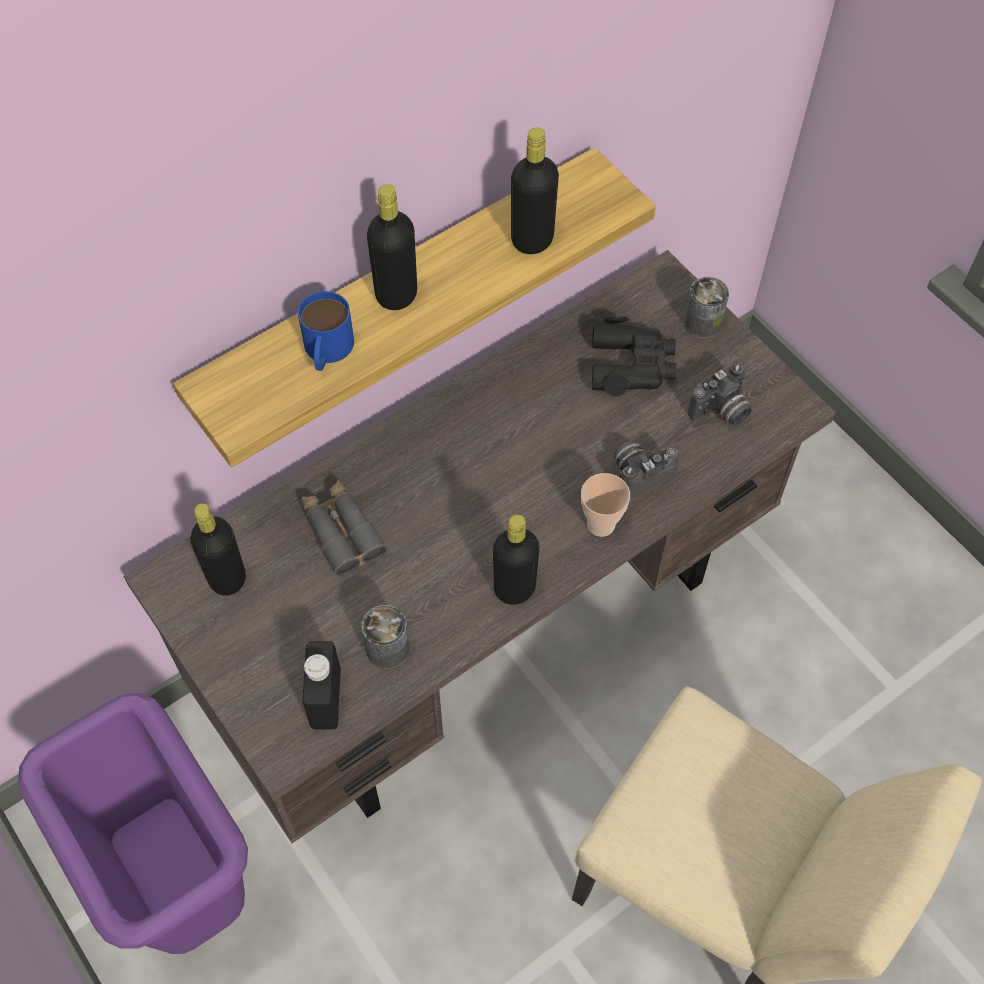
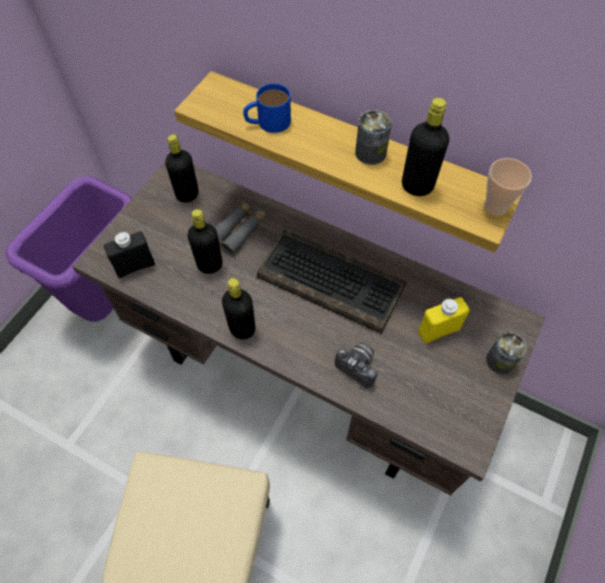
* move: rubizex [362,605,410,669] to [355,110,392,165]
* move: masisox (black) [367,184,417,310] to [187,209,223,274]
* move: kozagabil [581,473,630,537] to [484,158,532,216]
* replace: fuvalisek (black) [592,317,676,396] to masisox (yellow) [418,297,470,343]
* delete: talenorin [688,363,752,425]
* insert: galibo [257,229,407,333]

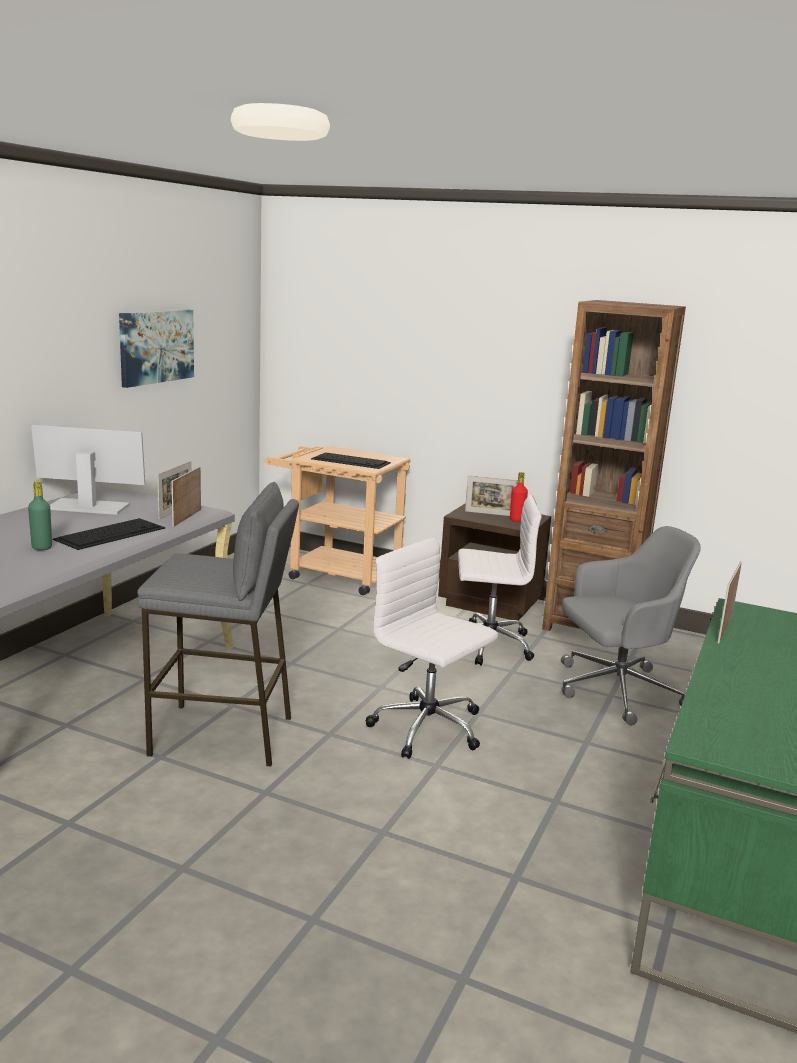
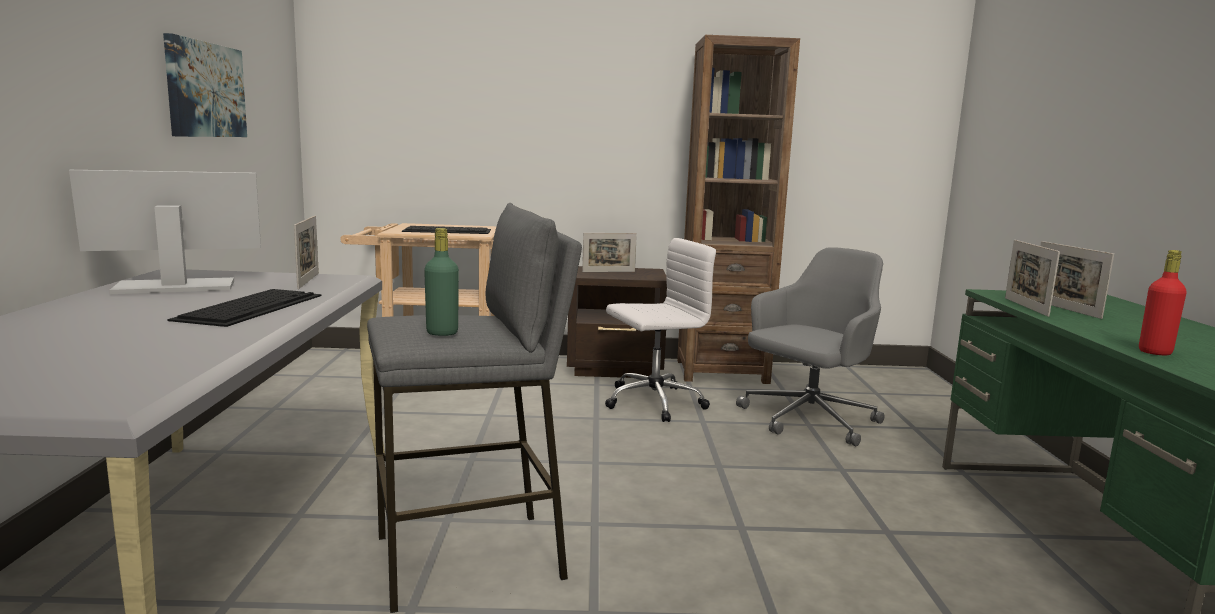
* move: masisox (green) [28,481,52,550] to [424,228,459,336]
* move: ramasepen [171,466,201,527] to [1040,241,1114,319]
* delete: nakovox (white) [365,538,498,759]
* move: masisox (red) [510,472,528,522] to [1139,250,1187,355]

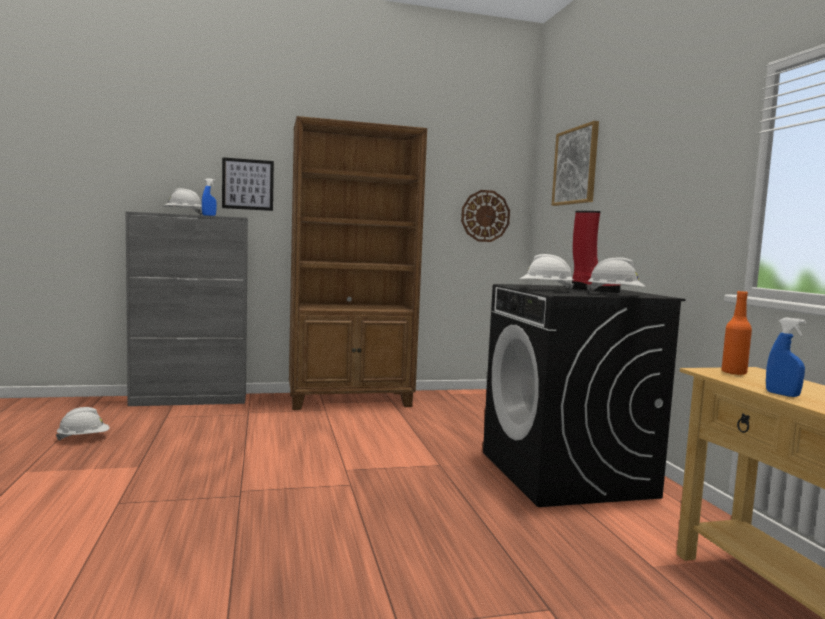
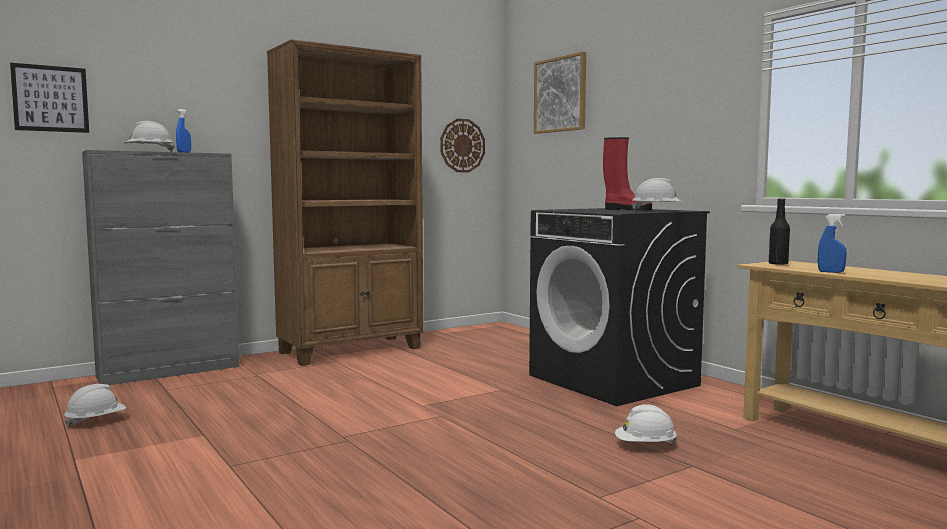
* move: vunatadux [222,157,274,211] to [10,63,89,133]
* move: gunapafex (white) [520,254,574,291] to [615,404,677,445]
* recolor: masisox (orange) [721,291,752,375] to masisox (black) [769,198,790,265]

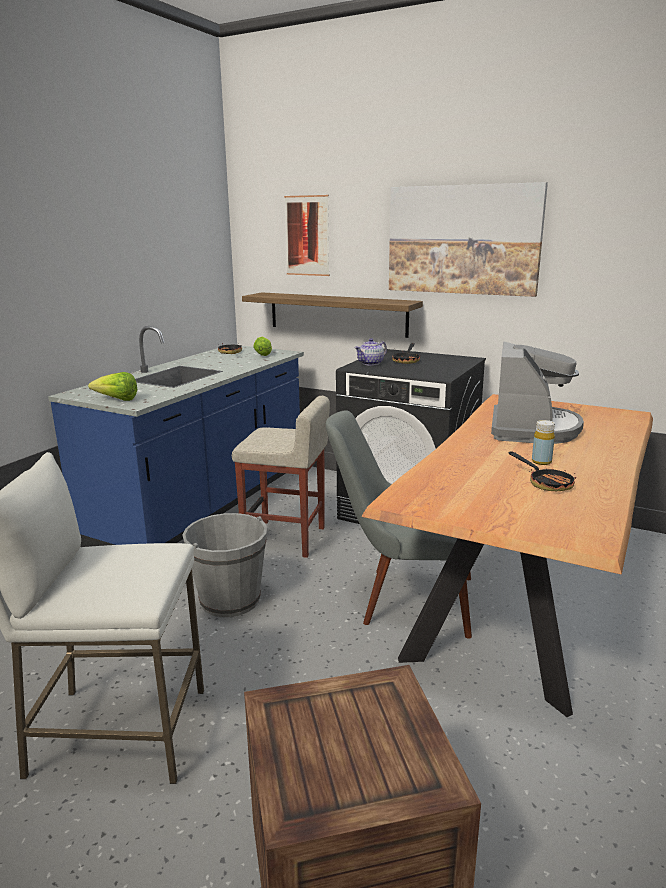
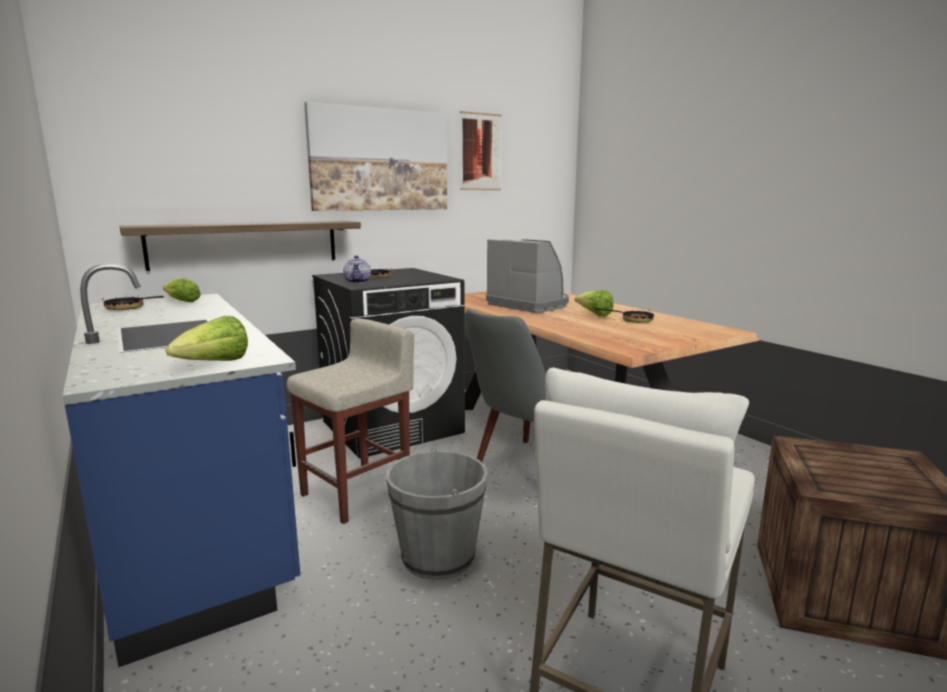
* move: vunatadux [284,195,330,276] to [460,111,502,190]
* replace: masisox (yellow) [532,420,555,465] to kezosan [574,290,613,316]

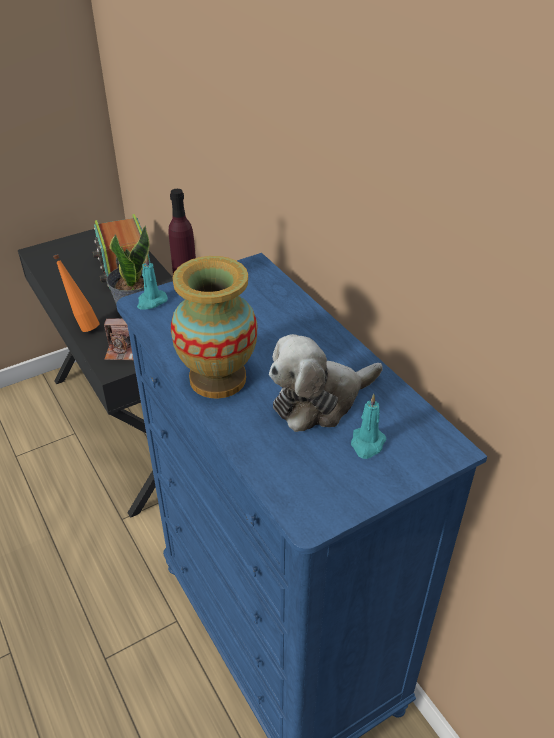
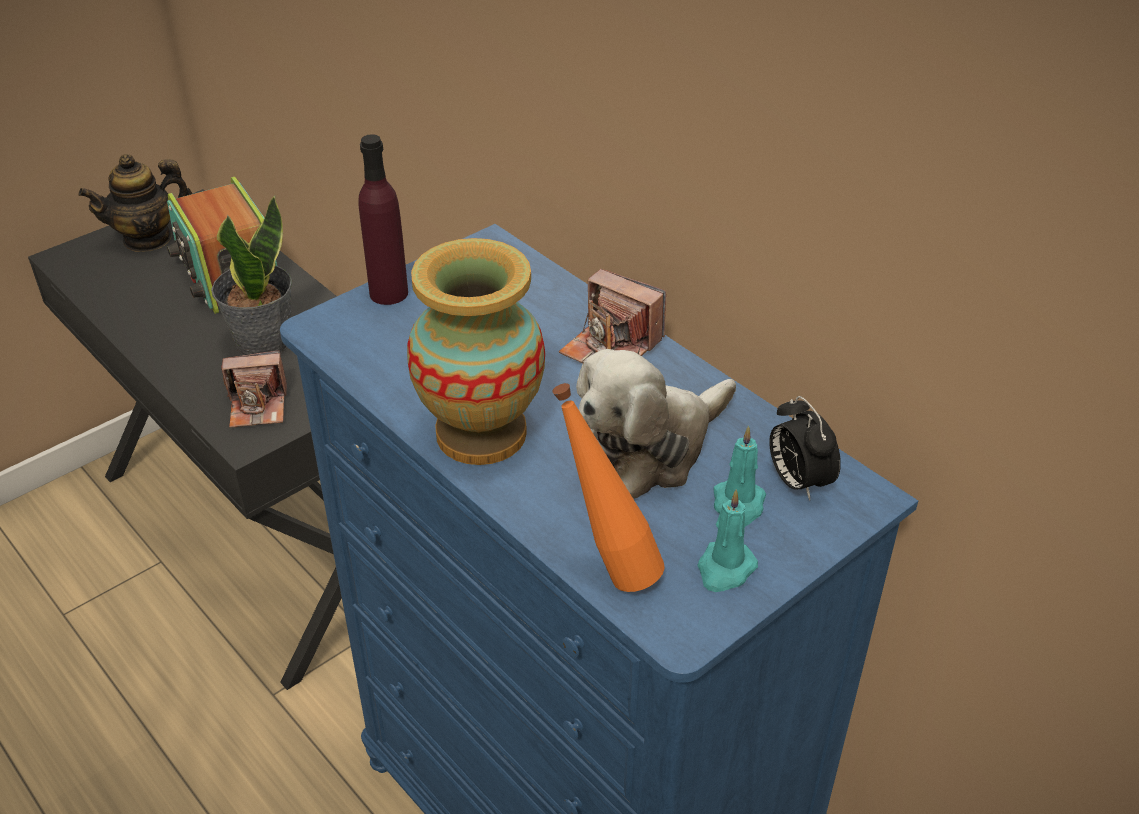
* move: masisox (orange) [53,254,100,332] to [552,383,665,592]
* move: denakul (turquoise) [137,255,168,310] to [697,489,758,592]
* insert: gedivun [79,154,192,252]
* insert: talenorin [559,269,666,364]
* insert: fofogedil [769,396,841,501]

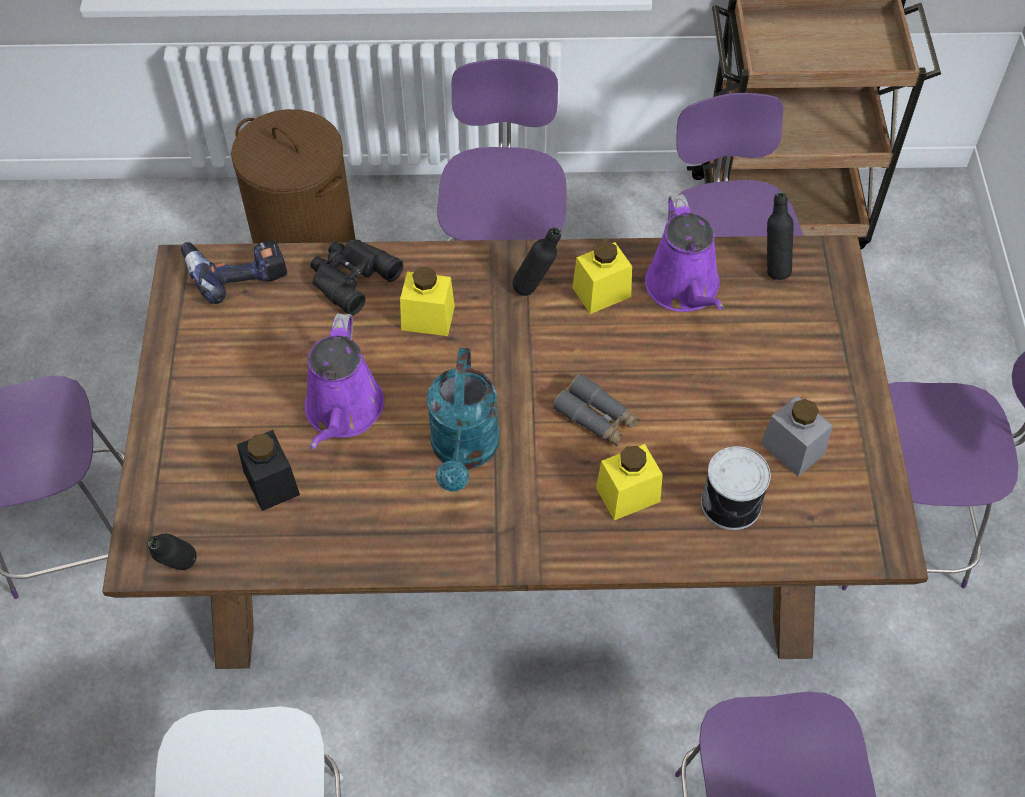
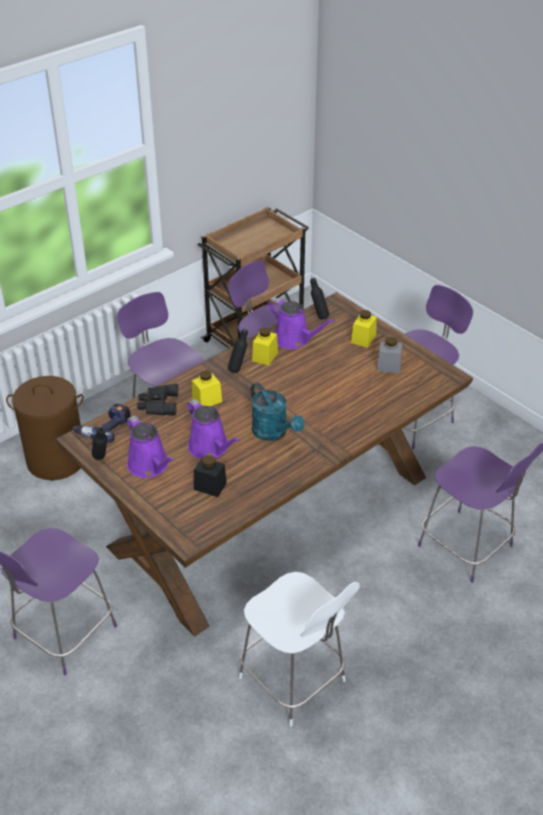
* move: masisox (black) [148,534,197,570] to [92,427,107,460]
* delete: fuvalisek (grey) [553,374,641,447]
* move: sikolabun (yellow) [596,444,663,520] to [351,310,377,348]
* delete: rubizex [701,446,771,530]
* insert: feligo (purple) [127,416,174,478]

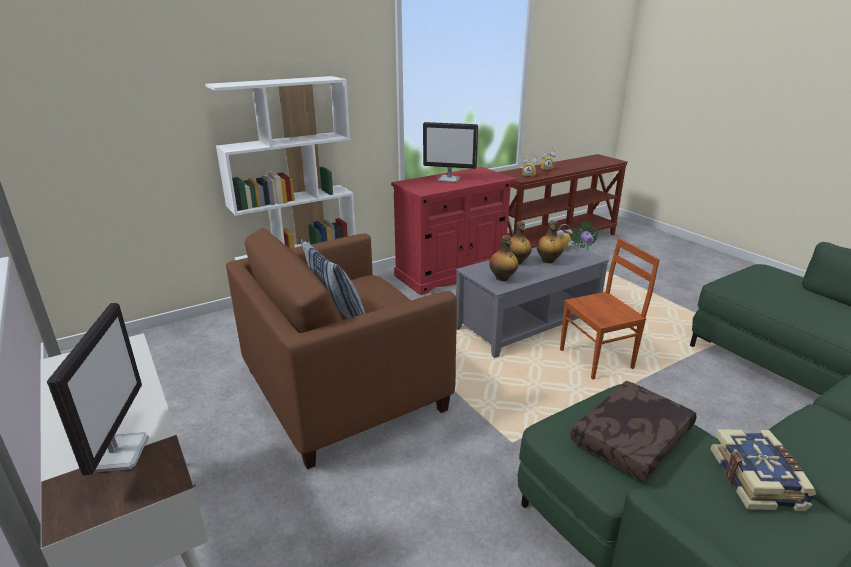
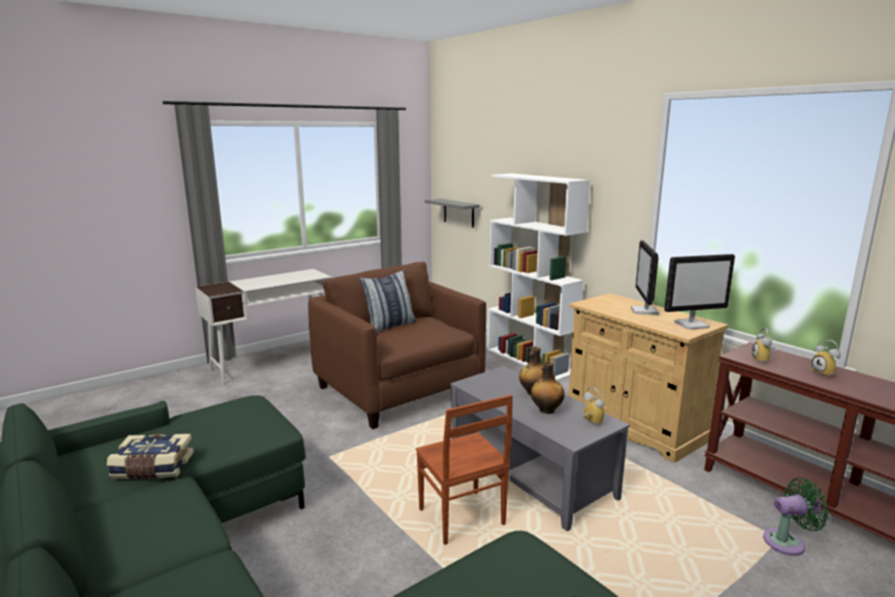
* move: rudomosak [47,303,149,476] to [664,254,735,329]
* recolor: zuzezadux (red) [391,167,516,295] to zuzezadux (beige) [569,293,728,463]
* delete: masisox [489,235,518,281]
* delete: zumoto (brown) [570,381,697,482]
* insert: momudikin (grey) [425,199,480,228]

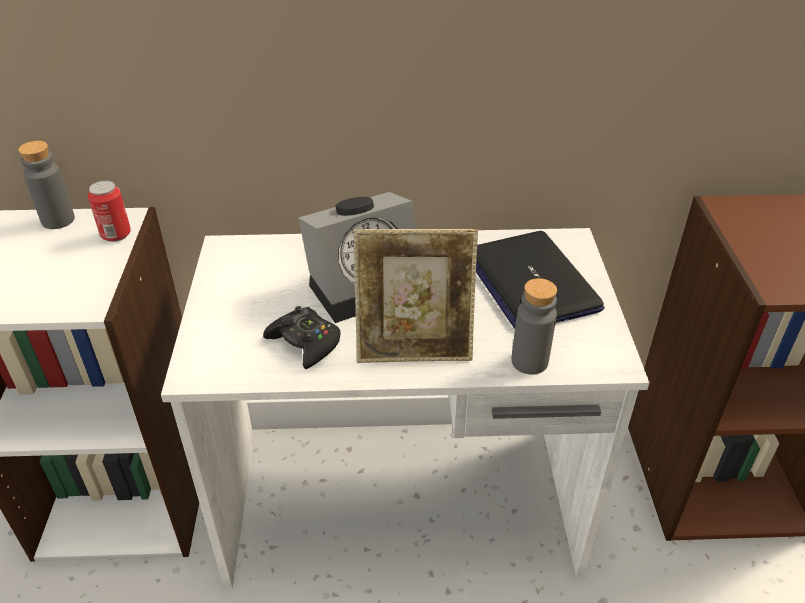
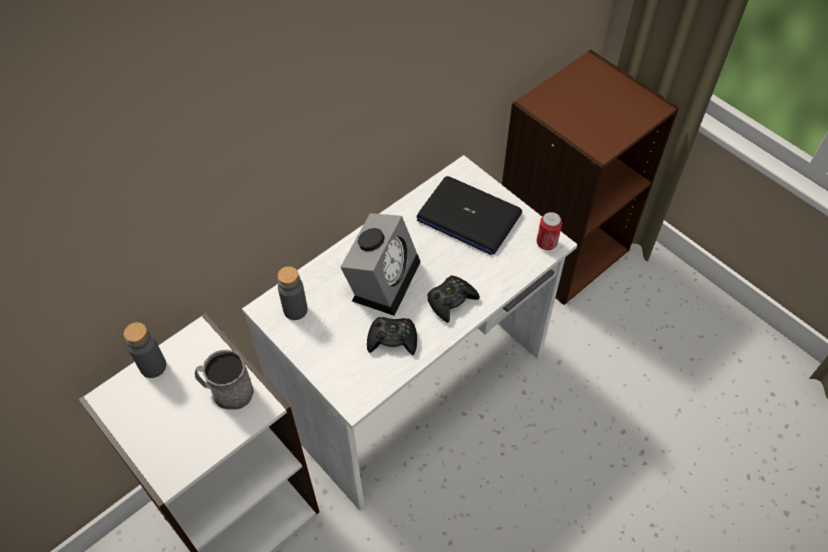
* move: rubizex [88,180,131,242] to [537,212,562,250]
* replace: ramasepen [354,229,478,363] to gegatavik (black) [427,276,480,323]
* move: masisox (grey) [511,278,557,375] to [278,266,308,320]
* insert: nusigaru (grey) [195,350,254,410]

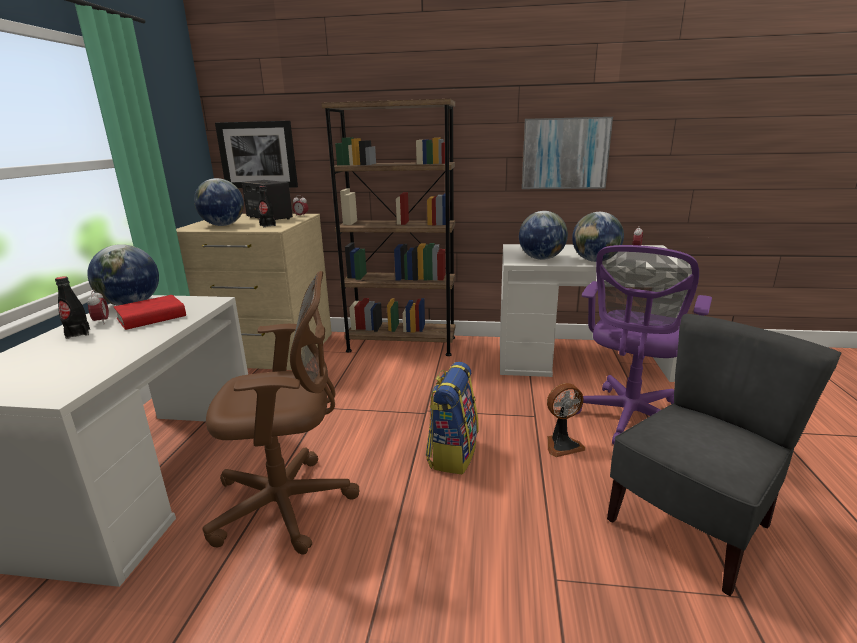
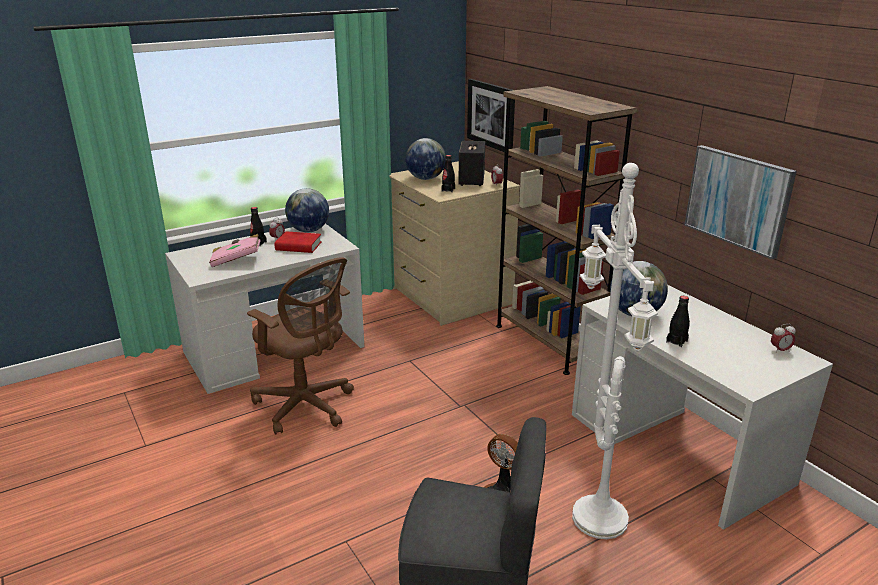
* delete: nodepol [426,362,479,475]
* replace: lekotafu [572,212,624,262] to masisox (black) [666,296,690,347]
* replace: nakovox (purple) [576,245,712,445] to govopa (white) [572,163,658,539]
* insert: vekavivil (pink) [209,234,261,267]

